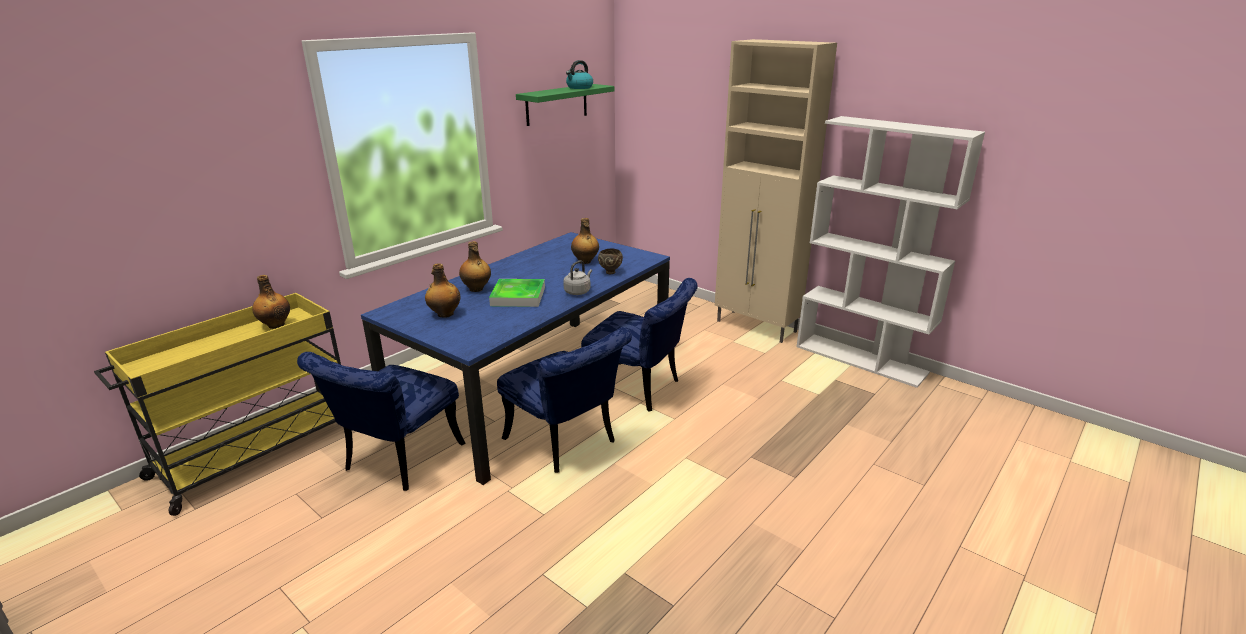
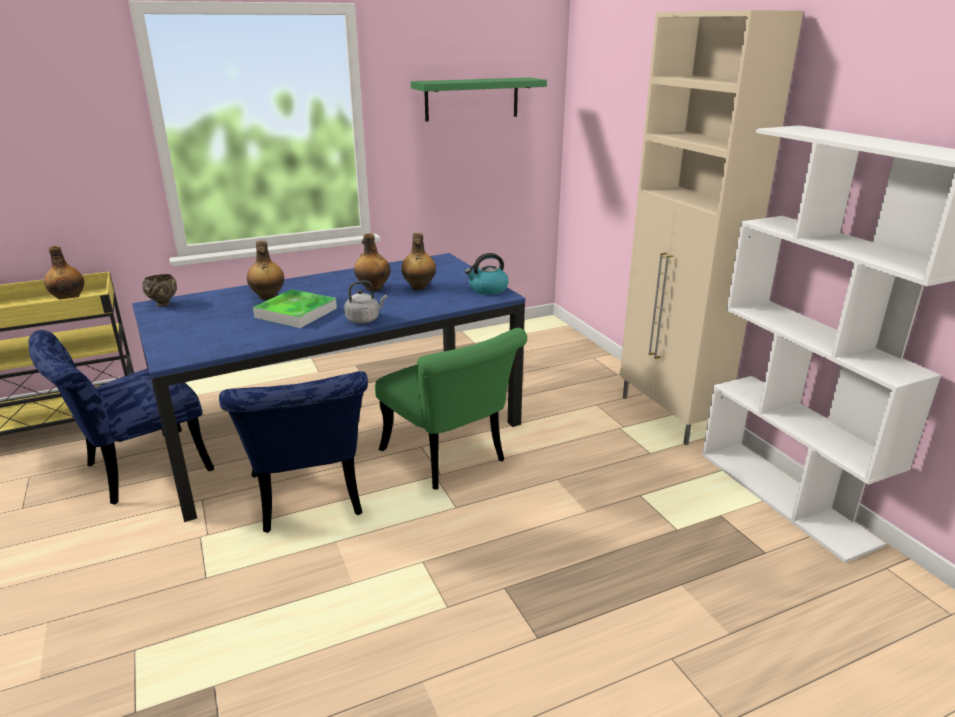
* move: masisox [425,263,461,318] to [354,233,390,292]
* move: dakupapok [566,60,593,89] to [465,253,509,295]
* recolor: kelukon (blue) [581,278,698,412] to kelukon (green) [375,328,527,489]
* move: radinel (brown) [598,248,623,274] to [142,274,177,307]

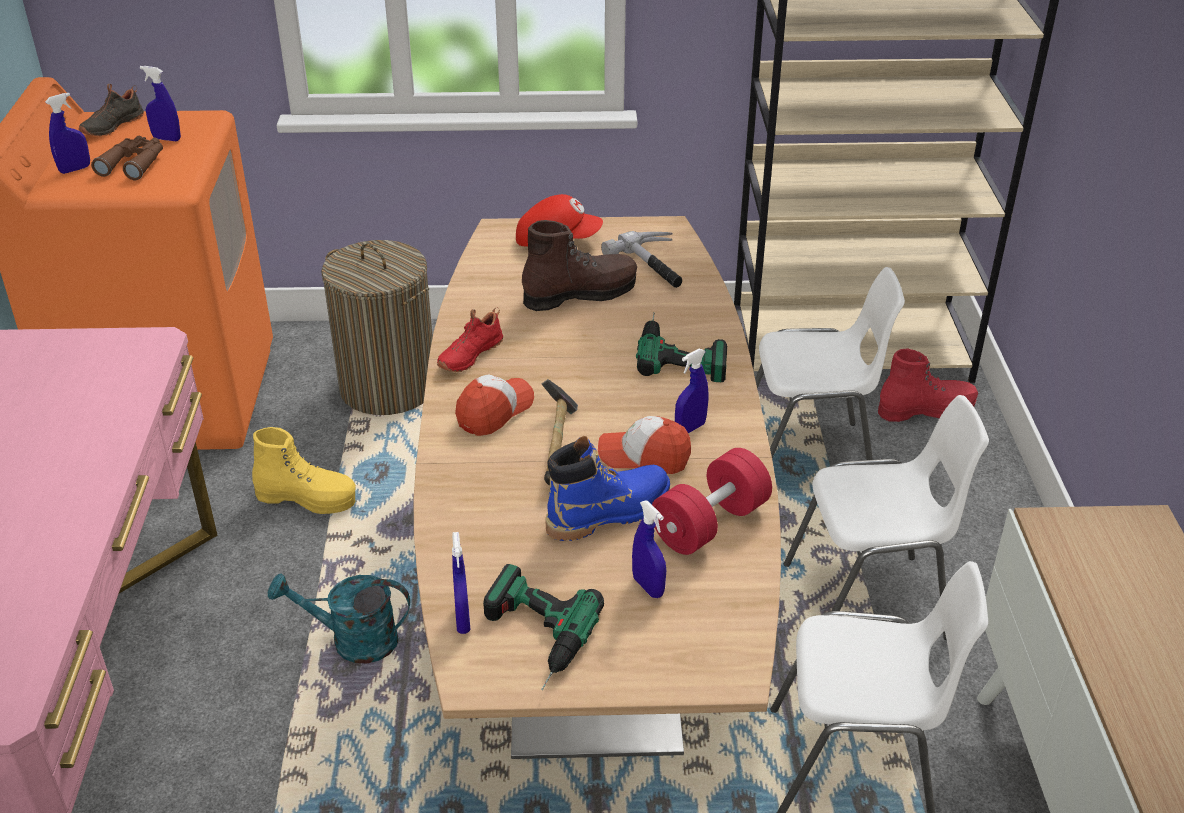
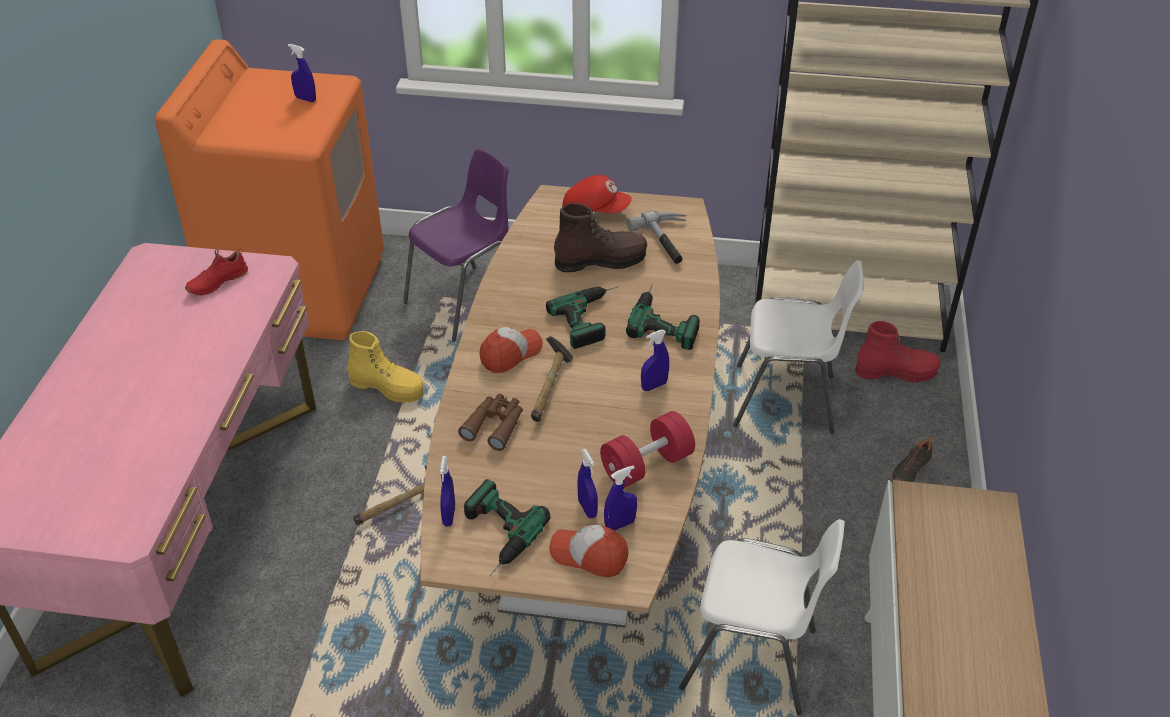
* move: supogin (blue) [45,93,90,174] to [604,465,637,530]
* move: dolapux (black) [79,84,144,136] to [892,437,933,482]
* move: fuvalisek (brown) [91,136,163,180] to [458,393,523,451]
* replace: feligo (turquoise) [268,573,410,663] to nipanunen [353,466,427,525]
* replace: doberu [321,240,433,415] to kelukon (purple) [403,149,509,342]
* move: dolapux (red) [437,308,503,372] to [185,248,248,296]
* delete: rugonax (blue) [545,436,670,541]
* move: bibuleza [598,416,691,474] to [549,525,629,578]
* delete: kelukon (white) [784,395,989,640]
* insert: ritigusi [546,286,619,349]

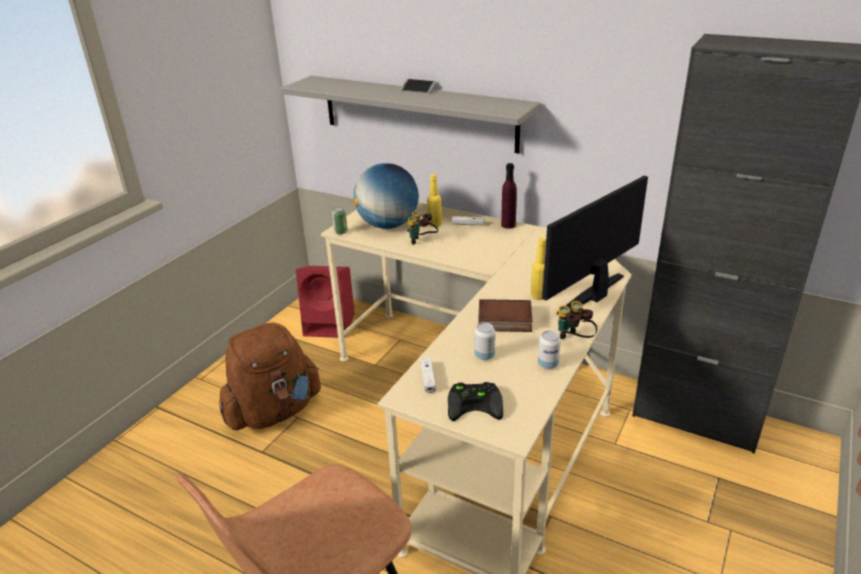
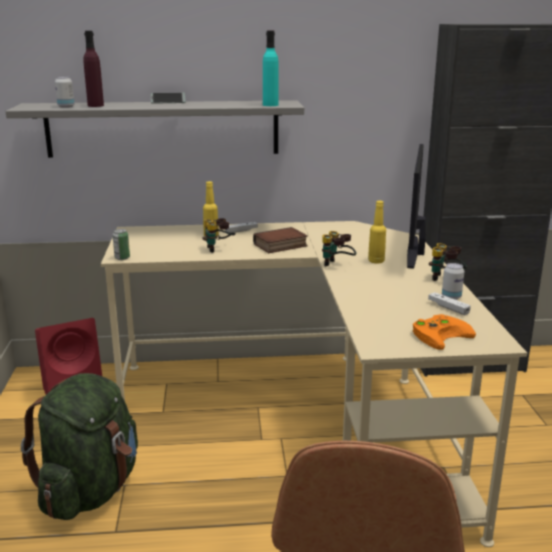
* recolor: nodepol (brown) [219,323,321,430] to nodepol (green) [21,373,138,520]
* delete: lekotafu [354,163,419,229]
* move: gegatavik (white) [420,357,436,393] to [428,292,471,315]
* recolor: gegatavik (black) [448,382,503,421] to gegatavik (orange) [413,314,476,350]
* move: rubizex [475,322,495,360] to [55,77,74,108]
* move: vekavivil [478,299,533,332] to [253,227,308,253]
* move: masisox (purple) [501,163,517,229] to [83,31,104,107]
* insert: masisox (turquoise) [263,31,279,106]
* insert: fuvalisek [322,231,356,266]

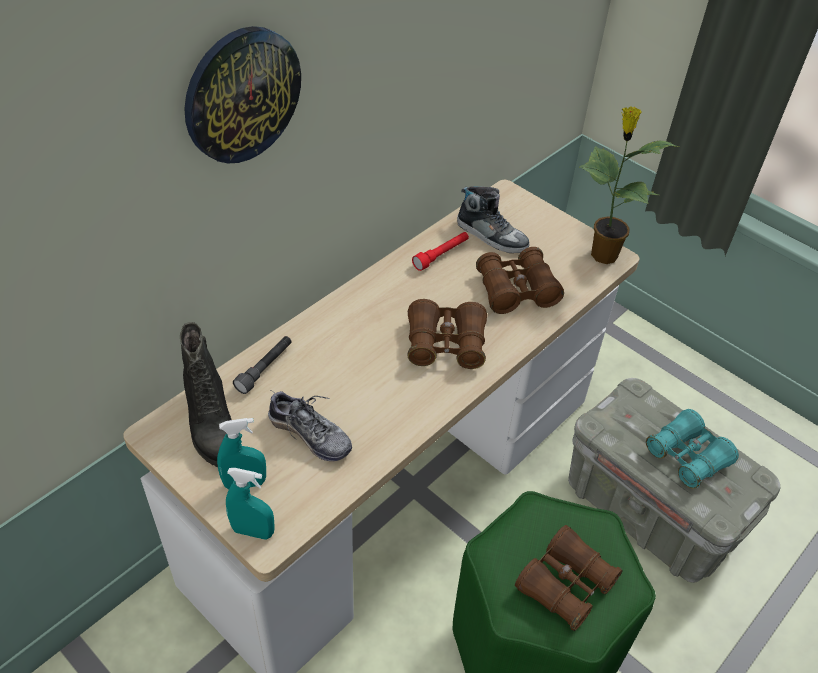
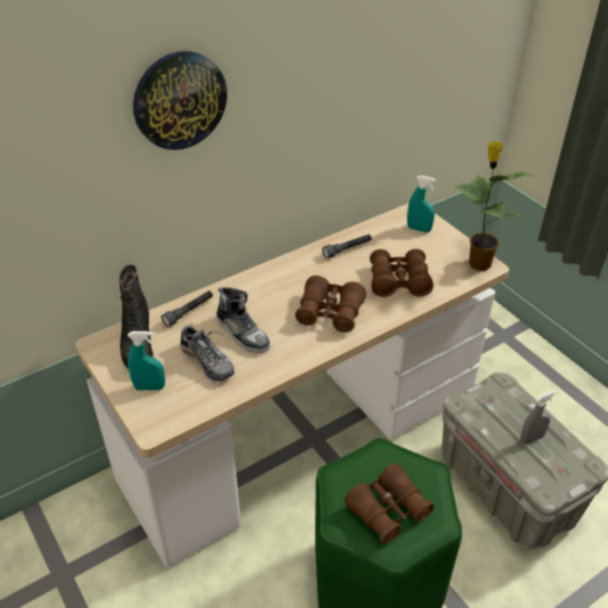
* move: supogin (turquoise) [226,468,275,540] to [407,175,436,233]
* recolor: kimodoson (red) [412,232,469,271] to kimodoson (grey) [322,234,372,259]
* move: dolapux [457,186,530,253] to [216,287,270,353]
* replace: fuvalisek (turquoise) [646,409,739,489] to supogin (grey) [520,390,556,444]

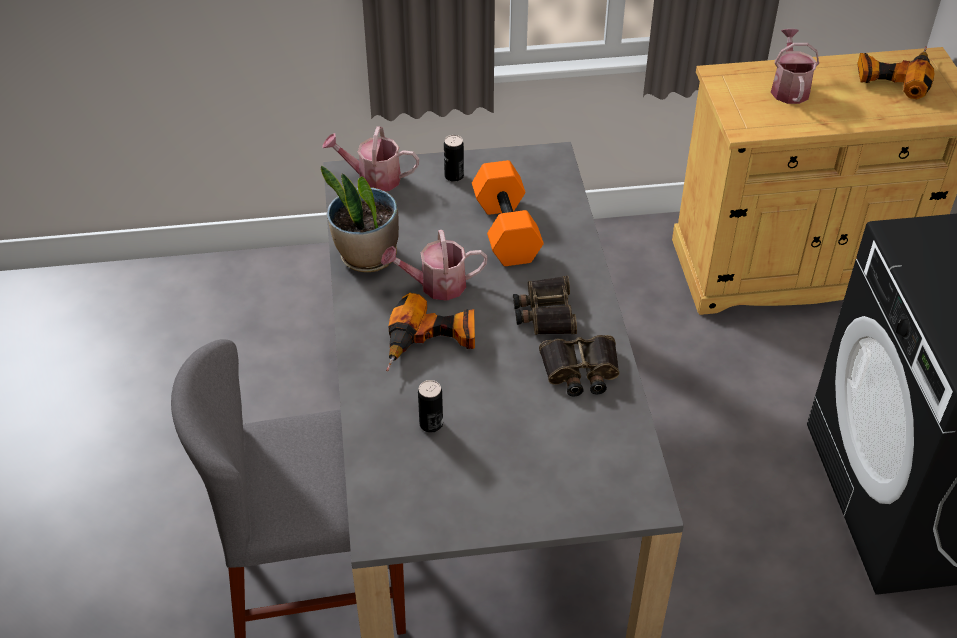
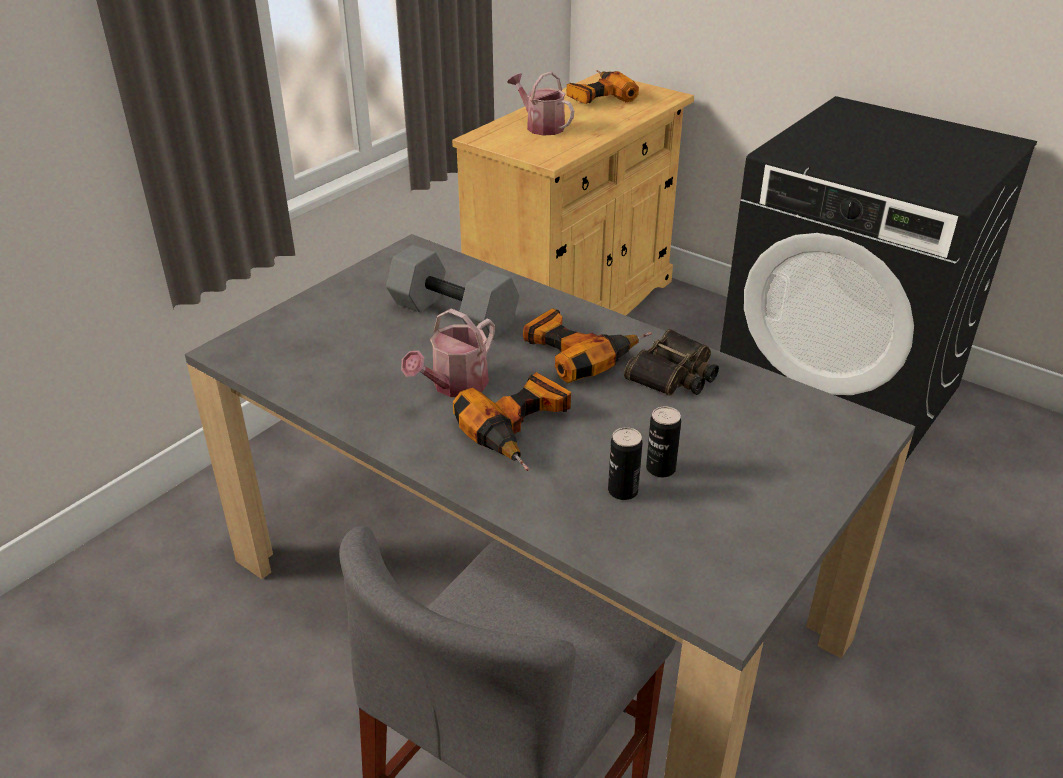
* delete: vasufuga [321,166,399,272]
* delete: feligo [322,126,419,191]
* move: rubizex [444,135,464,182] to [646,407,681,478]
* recolor: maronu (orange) [472,160,544,266] to maronu (grey) [386,245,519,340]
* replace: fuvalisek [513,276,577,335] to ritigusi [523,308,652,383]

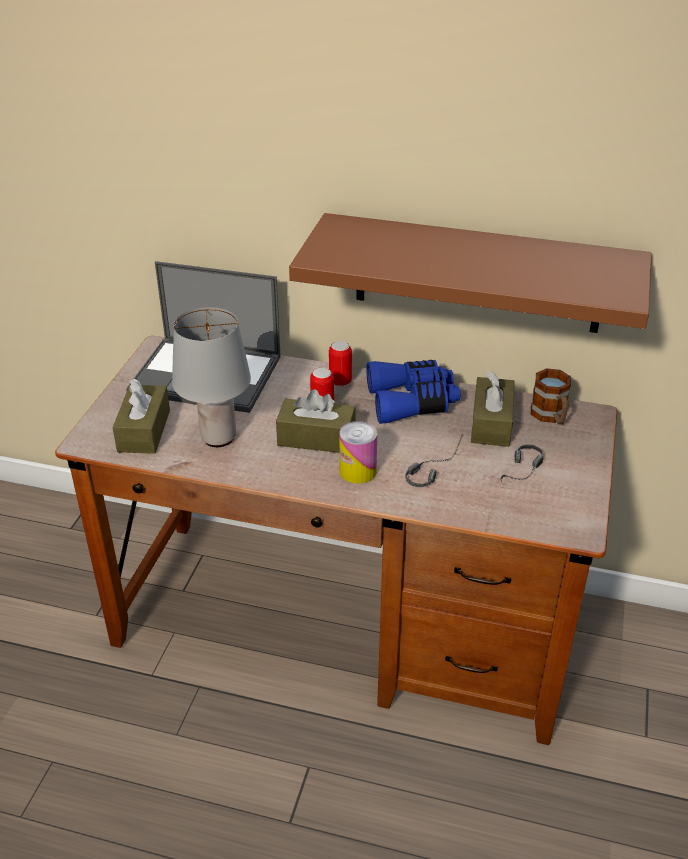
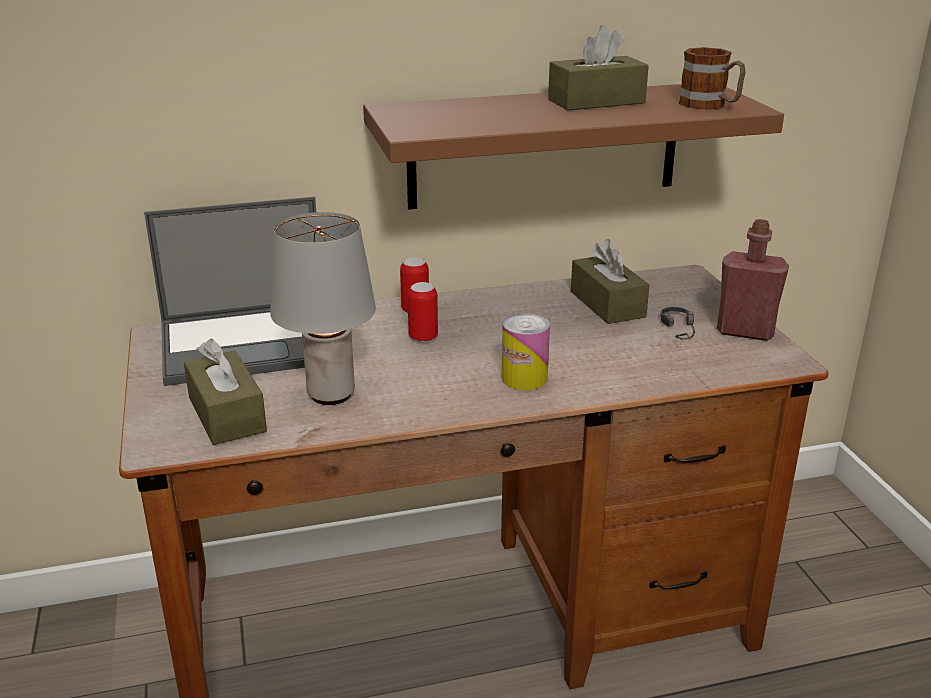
* move: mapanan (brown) [276,389,356,453] to [548,25,649,110]
* delete: fuvalisek (blue) [366,360,460,424]
* delete: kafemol [405,434,463,487]
* move: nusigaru [531,368,571,425] to [679,47,746,110]
* insert: masisox (red) [717,219,789,341]

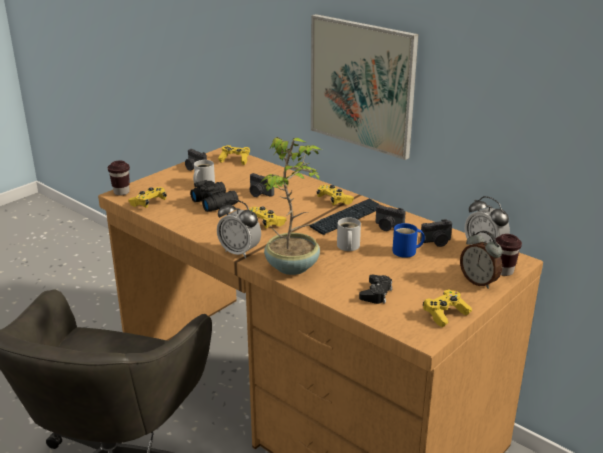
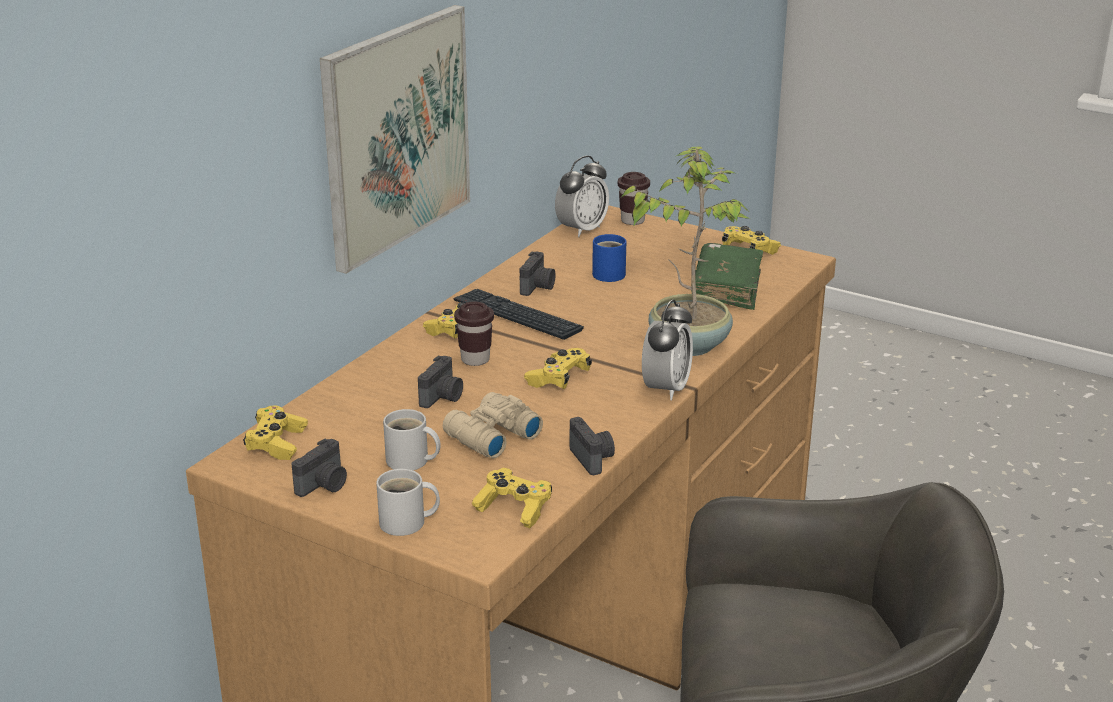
* move: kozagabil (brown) [108,161,130,196] to [454,302,494,366]
* recolor: fuvalisek (black) [190,180,238,212] to fuvalisek (beige) [443,392,543,458]
* move: nusigaru (white) [337,217,361,251] to [376,469,440,536]
* replace: gegatavik (black) [359,275,392,304] to vekavivil (green) [691,243,763,310]
* move: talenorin [420,219,452,247] to [570,417,615,475]
* delete: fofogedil [460,231,502,289]

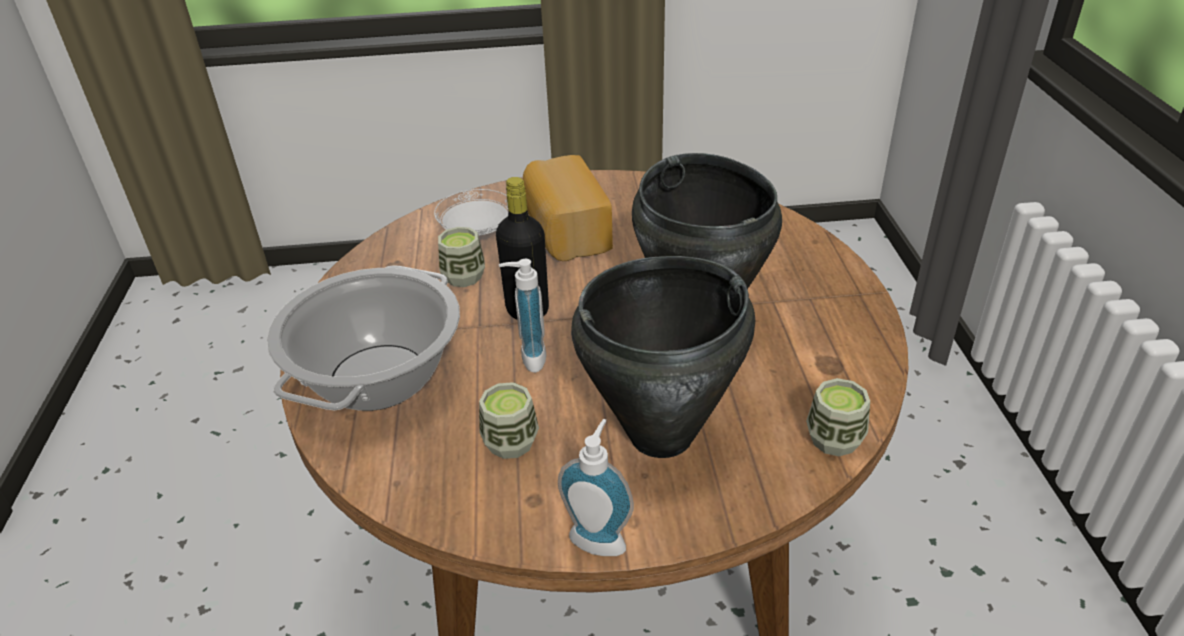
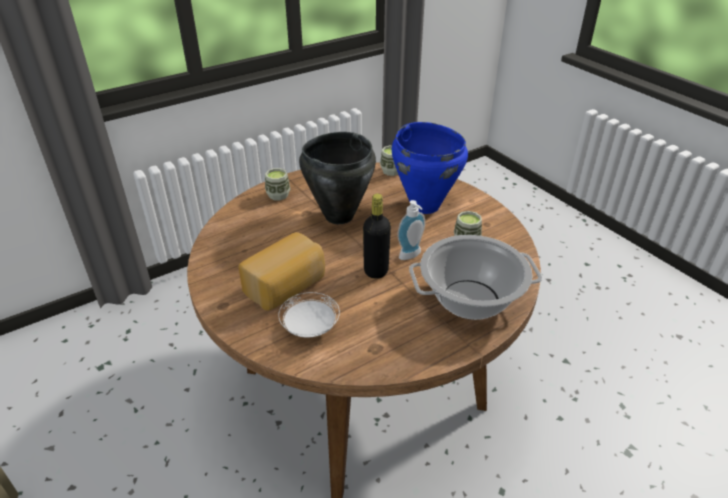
* move: kozagabil [438,227,485,287] to [265,168,290,200]
* delete: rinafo [558,419,634,556]
* recolor: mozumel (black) [571,256,755,458] to mozumel (blue) [392,122,468,214]

